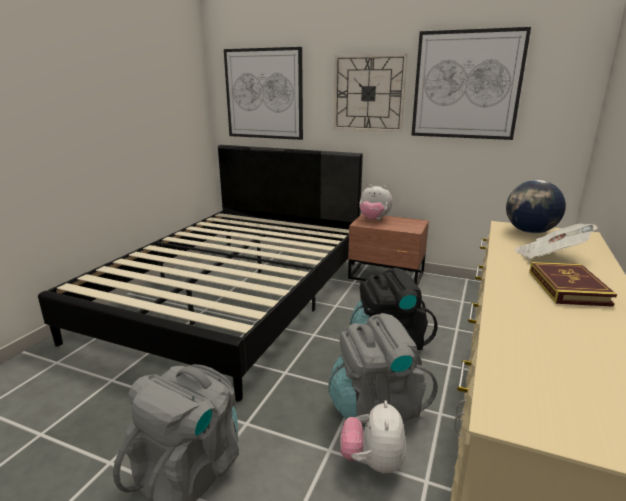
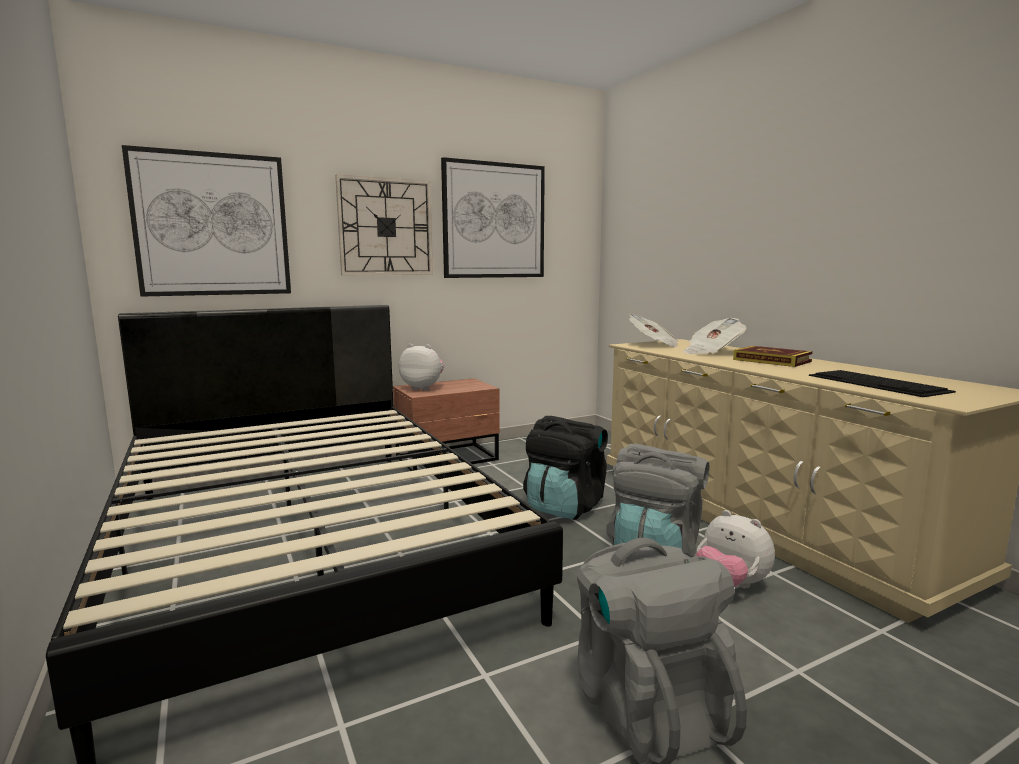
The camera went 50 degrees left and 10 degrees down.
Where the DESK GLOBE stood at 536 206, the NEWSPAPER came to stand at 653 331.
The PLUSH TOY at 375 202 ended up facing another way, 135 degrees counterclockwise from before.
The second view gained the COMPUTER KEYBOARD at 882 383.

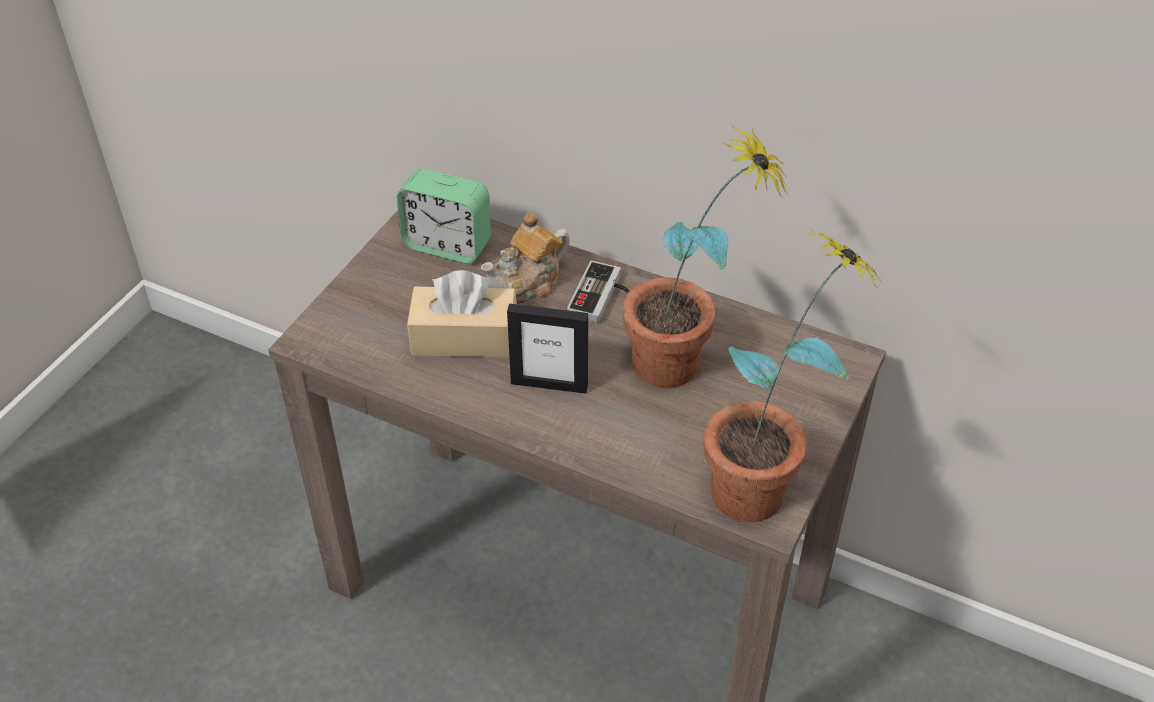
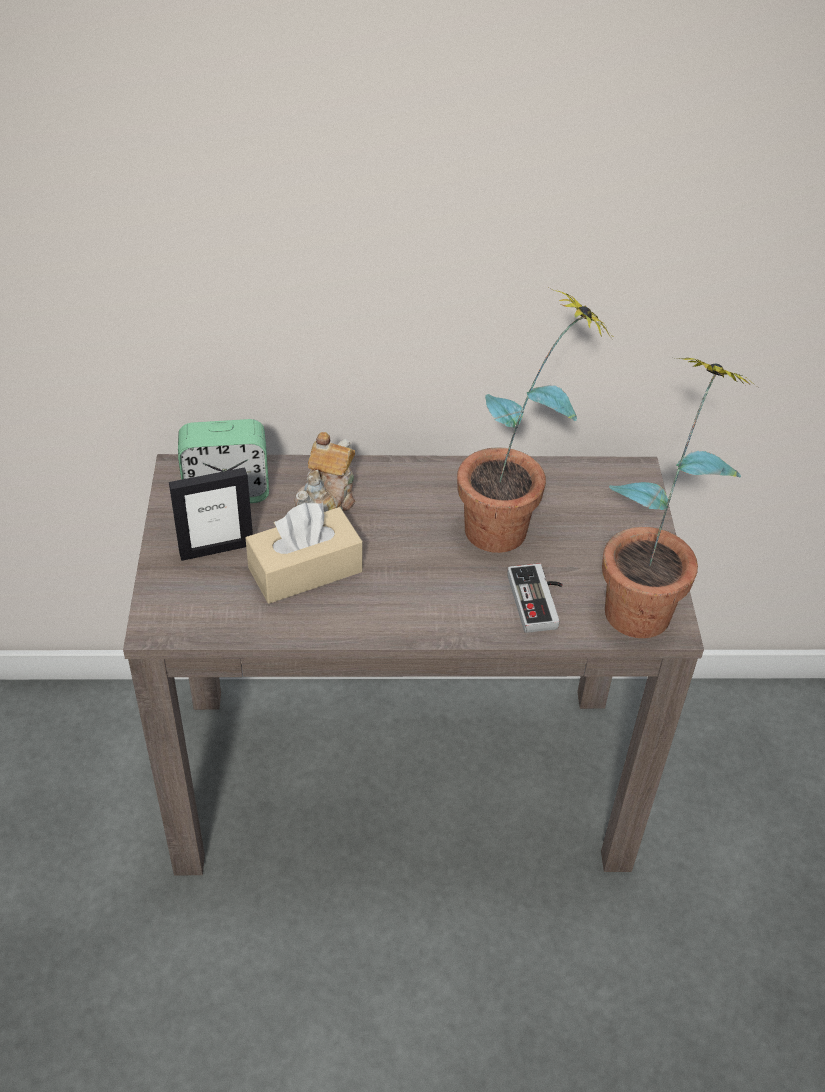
The camera went 30 degrees left and 0 degrees up.
The GAMEPAD ended up elsewhere, having gone from 598 292 to 535 598.
The PICTURE FRAME ended up elsewhere, having gone from 547 349 to 211 514.

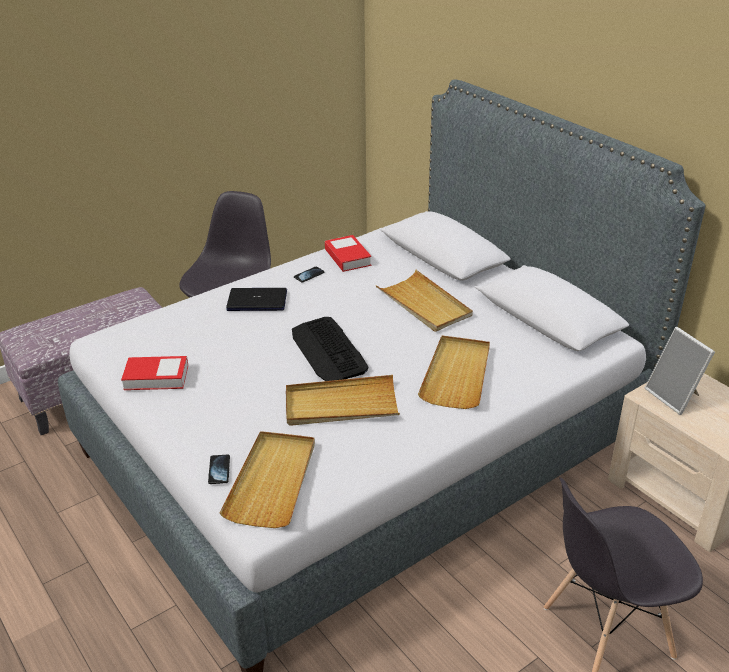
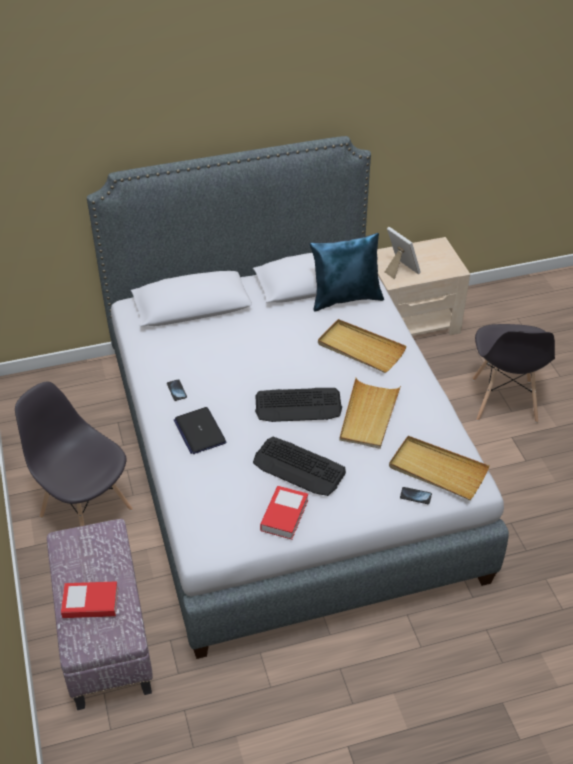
The camera went 70 degrees left and 10 degrees up.
The BOOK ended up elsewhere, having gone from 348 253 to 89 599.
The second view lost the BEIGE SERVING TRAY at 424 301.
The LAPTOP at 256 299 ended up facing another way, 45 degrees counterclockwise from before.
The PICTURE FRAME at 680 371 ended up facing another way, 120 degrees counterclockwise from before.
The second view gained the BLUE-COLOURED PILLOW at 347 272.
The second view gained the COMPUTER KEYBOARD at 299 466.

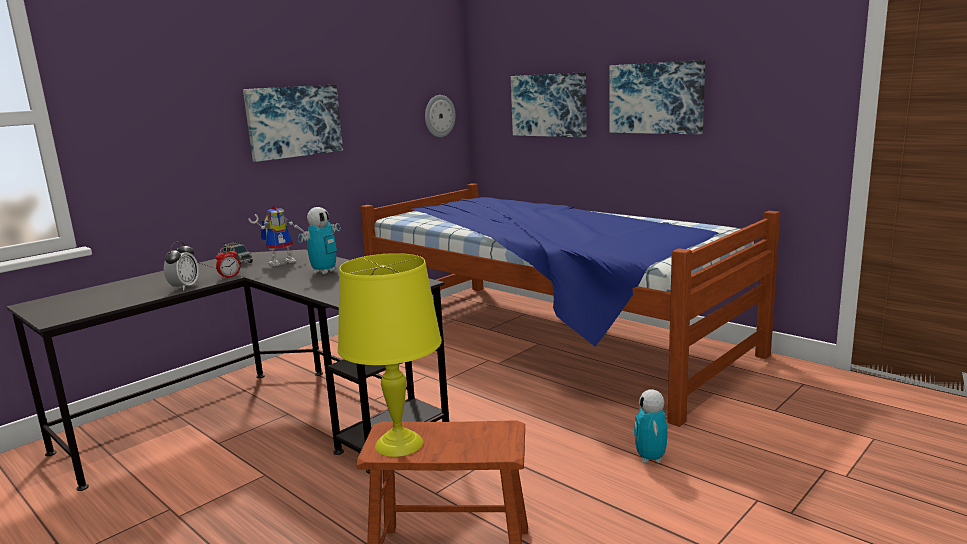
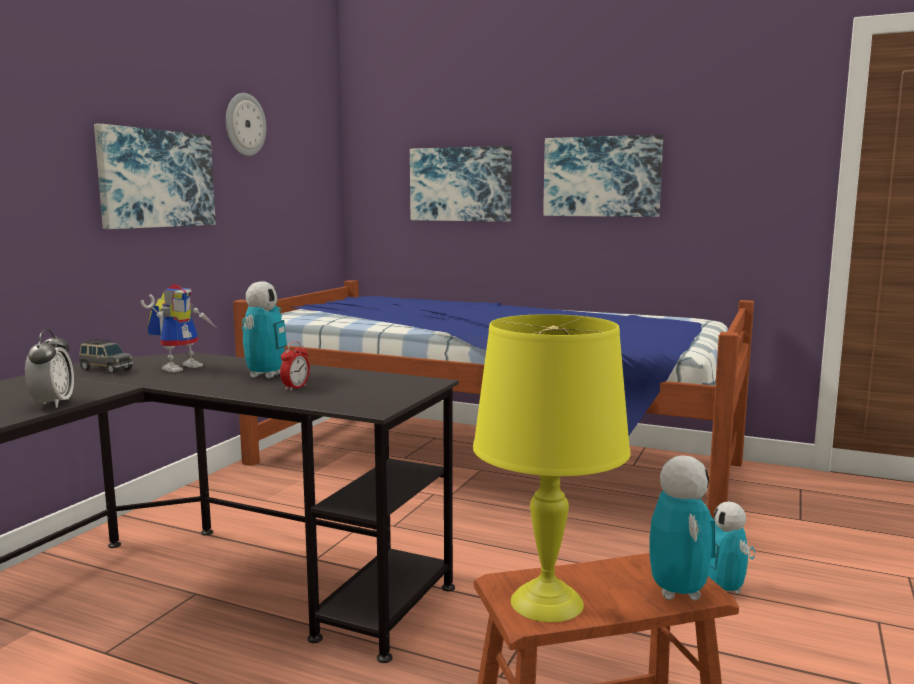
The camera went 20 degrees left and 5 degrees down.
The CLOCK ON THE WALL ended up elsewhere, having gone from 440 116 to 246 124.
The ALARM CLOCK ended up elsewhere, having gone from 228 263 to 295 366.
The second view gained the ROBOT FIGURE at 682 527.

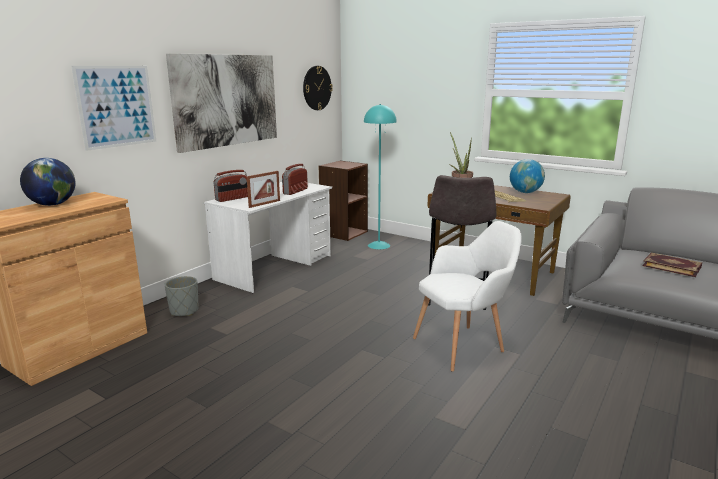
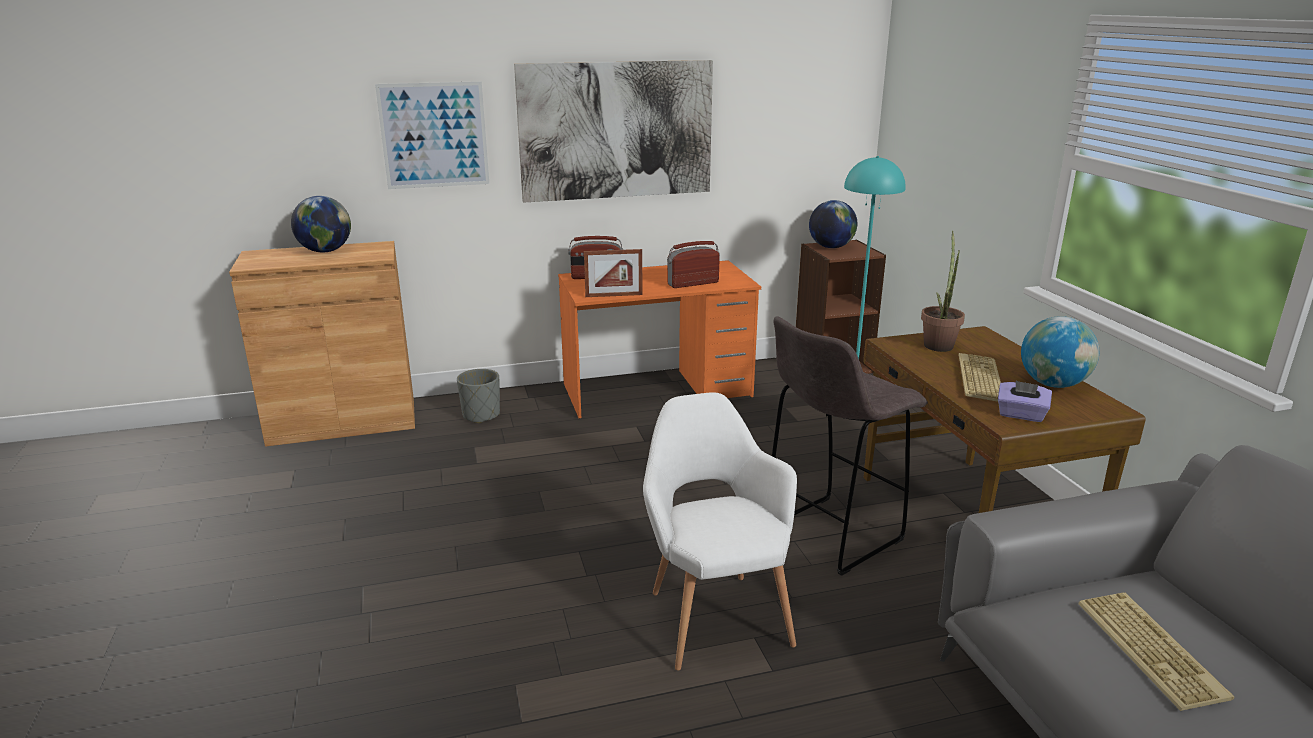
The camera went 40 degrees right and 5 degrees up.
The second view lost the CLOCK ON THE WALL at 318 88.
What was the WHITISH DESK UNIT at 268 237 turned into the ORANGEY DESK UNIT at 659 339.
The WHITISH EASY CHAIR at 467 296 ended up facing another way, 120 degrees counterclockwise from before.
Where the BOOK stood at 672 265, the COMPUTER KEYBOARD came to stand at 1156 652.
The second view gained the DESK GLOBE at 833 224.
The second view gained the PURPLE-COLOURED TISSUE BOX at 1025 401.

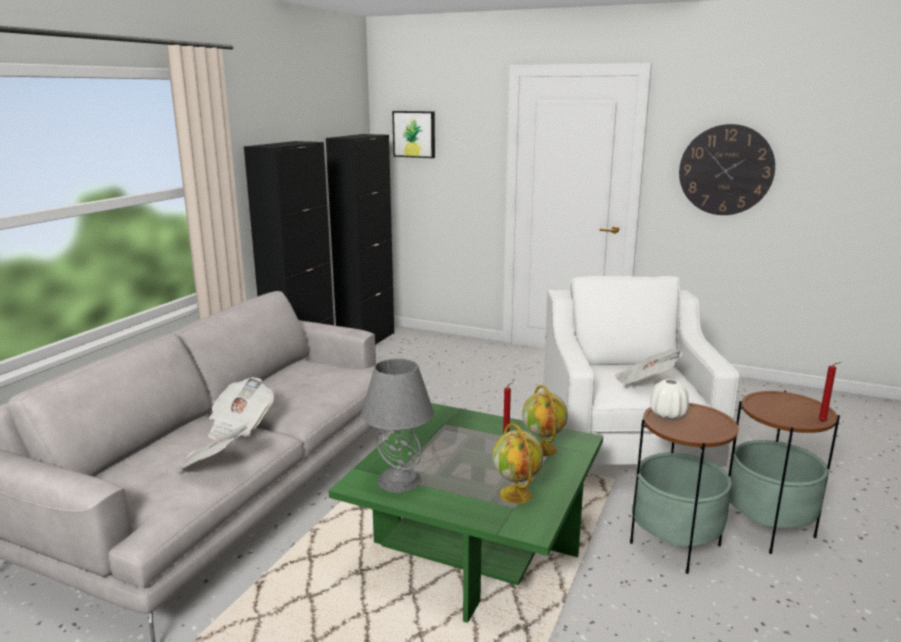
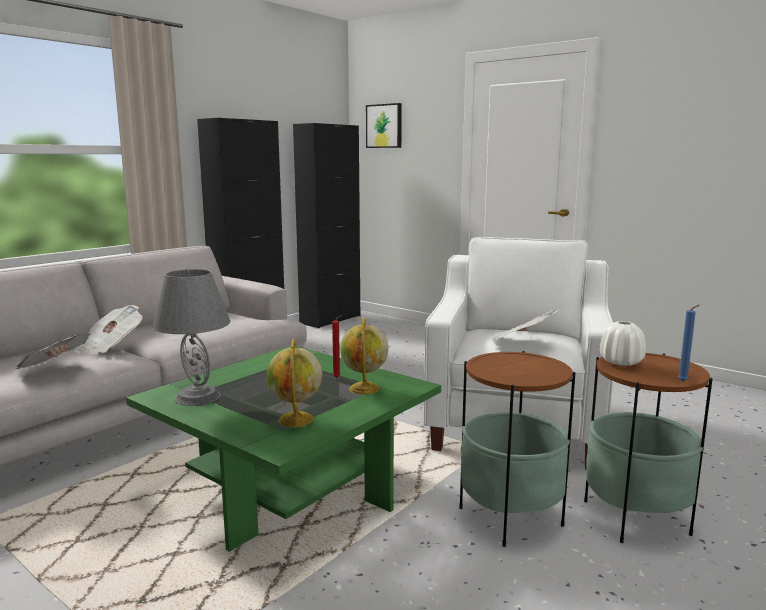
The camera went 15 degrees right and 5 degrees down.
The second view lost the CLOCK ON THE WALL at 727 169.
What was the RED CANDLE at 829 392 turned into the BLUE-COLOURED CANDLE at 689 343.
The WHITISH DECORATIVE VASE ended up elsewhere, having gone from 669 399 to 623 343.

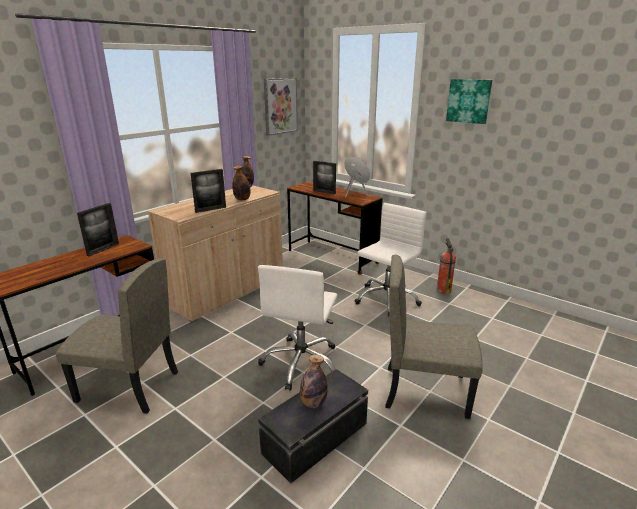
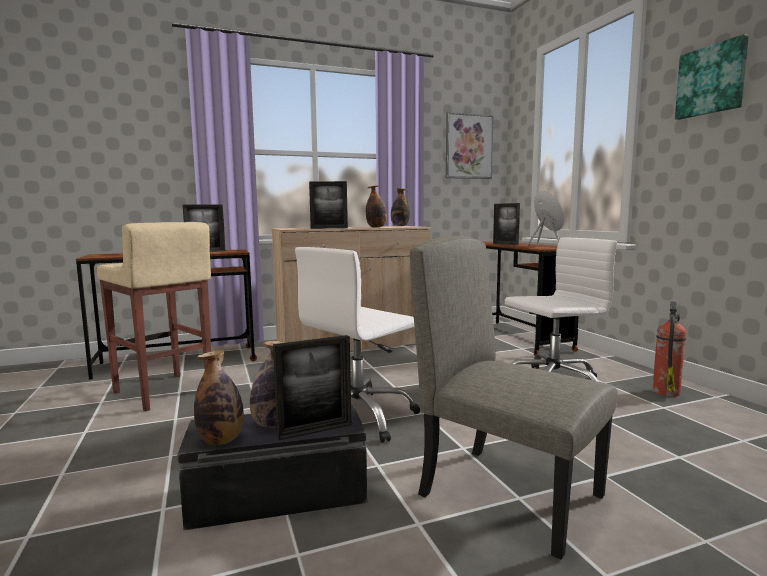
The camera went 30 degrees right and 15 degrees down.
Where the BEIGE UPRIGHT CHAIR stood at 117 336, the BEIGE STOOL came to stand at 154 316.
The second view gained the PICTURE FRAME at 312 387.
The second view gained the BEVERAGE BOTTLE at 219 397.

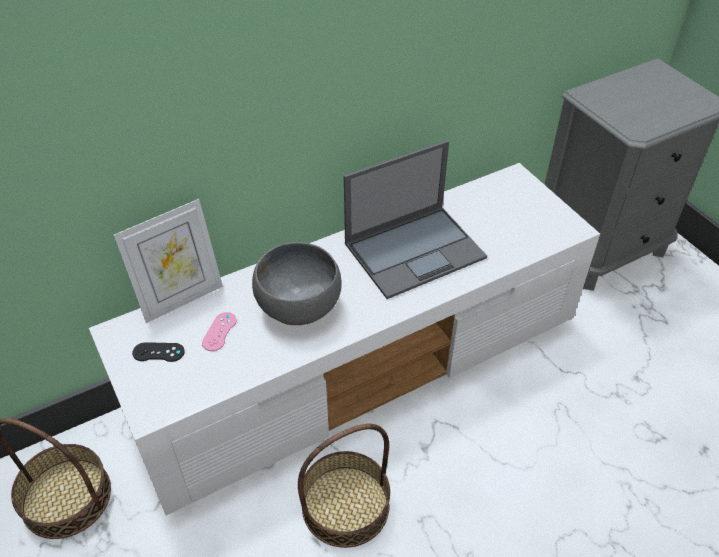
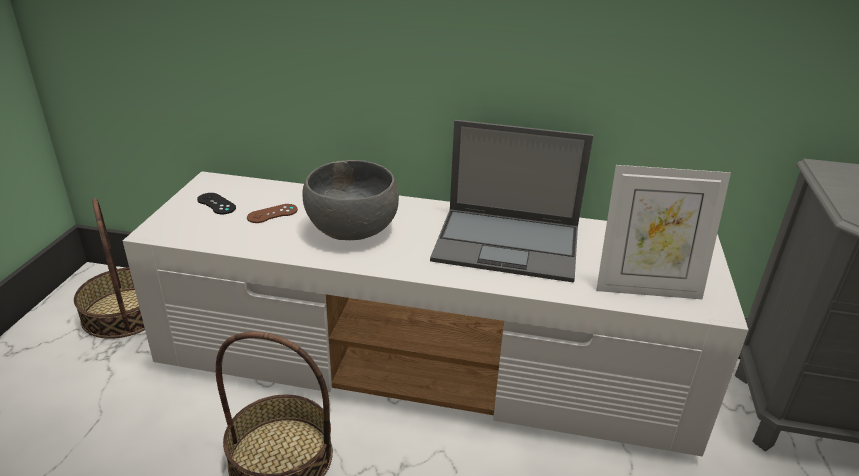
The camera went 40 degrees right and 15 degrees down.
The PICTURE FRAME ended up elsewhere, having gone from 168 261 to 663 232.
What was the PINKISH GAMEPAD at 219 331 turned into the BROWN-COLOURED GAMEPAD at 272 213.

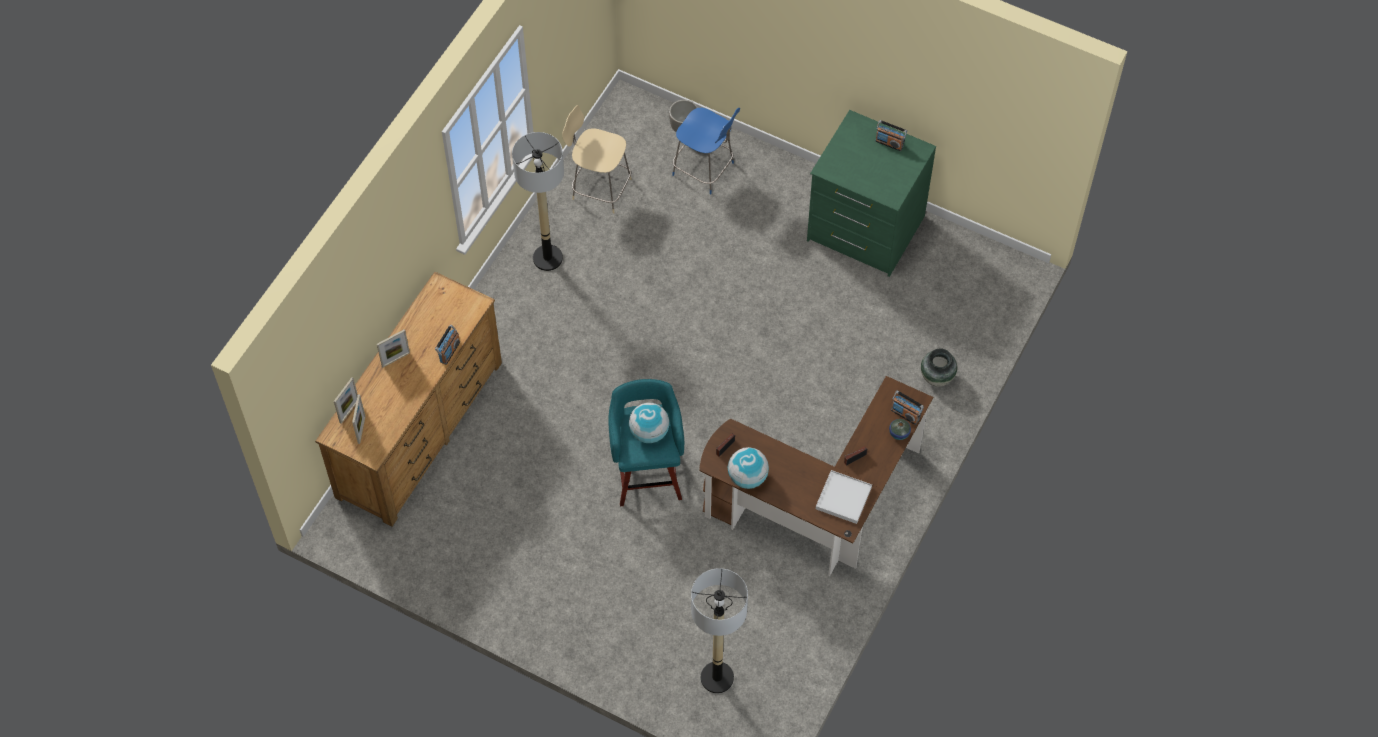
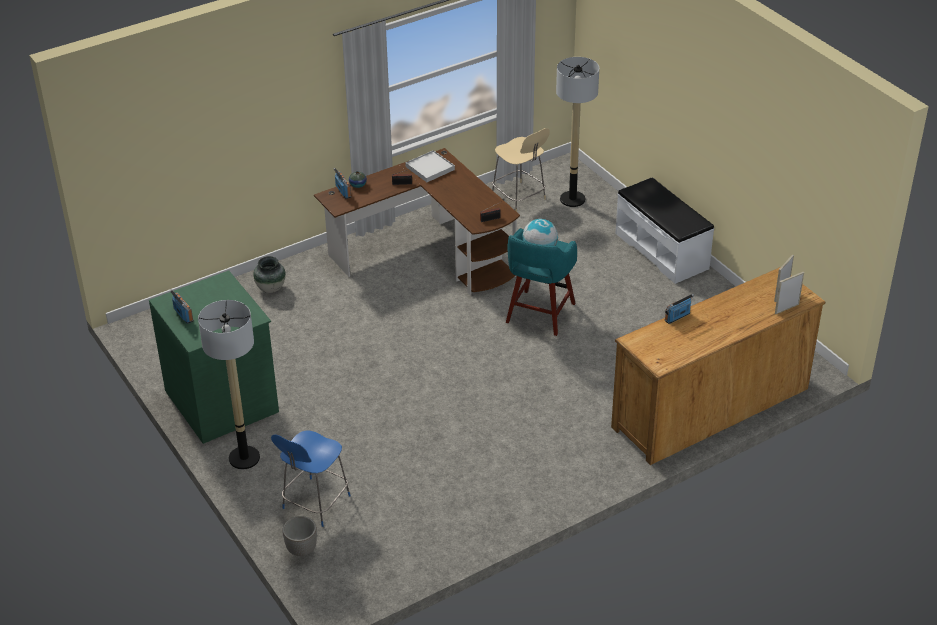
The camera went 150 degrees left and 20 degrees down.
The BEIGE UPRIGHT CHAIR ended up elsewhere, having gone from 597 159 to 521 170.
The BLUE-COLOURED UPRIGHT CHAIR at 706 151 ended up facing another way, 120 degrees counterclockwise from before.
The FLOOR LAMP ended up elsewhere, having gone from 538 201 to 229 384.
The second view lost the PICTURE FRAME at 393 348.
The second view lost the DESK GLOBE at 748 468.
The second view gained the WHITISH BENCH at 664 230.

